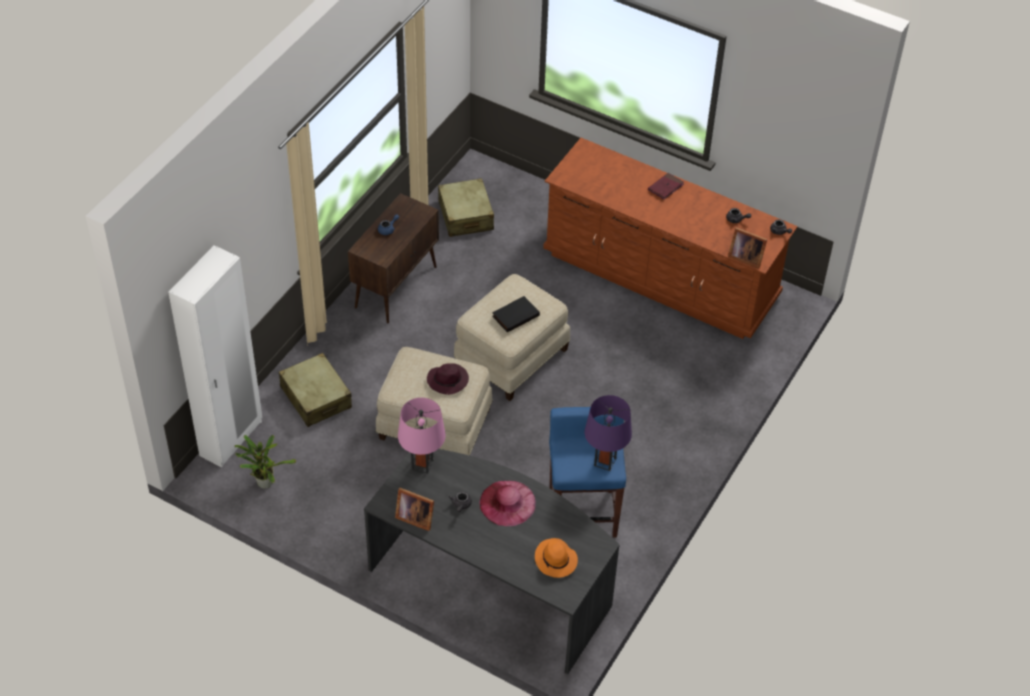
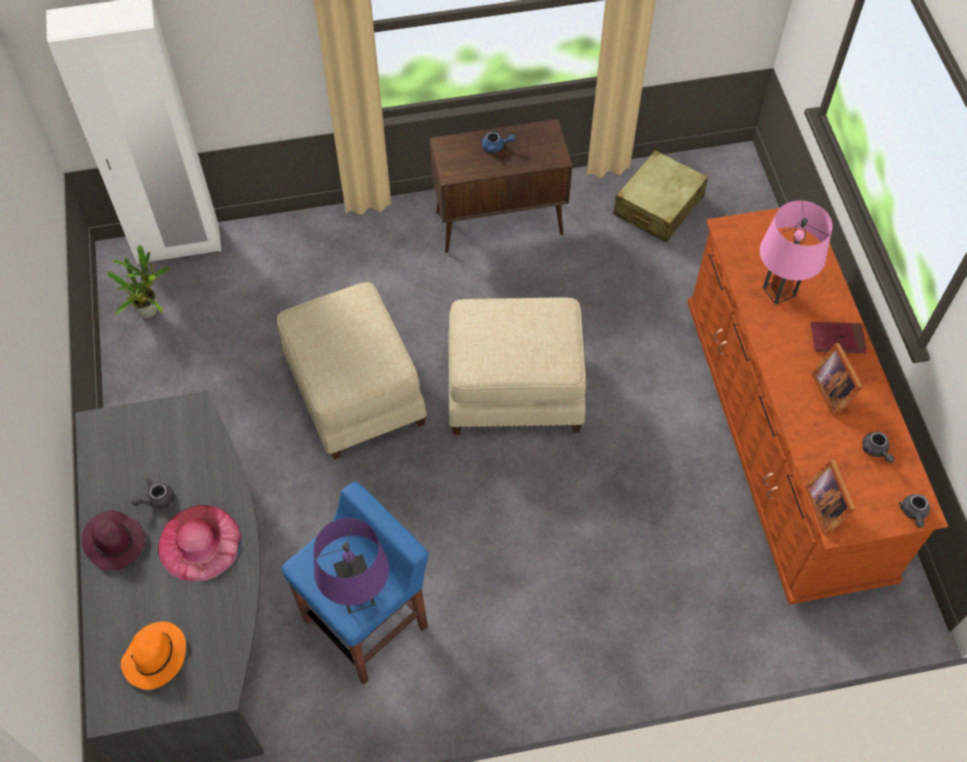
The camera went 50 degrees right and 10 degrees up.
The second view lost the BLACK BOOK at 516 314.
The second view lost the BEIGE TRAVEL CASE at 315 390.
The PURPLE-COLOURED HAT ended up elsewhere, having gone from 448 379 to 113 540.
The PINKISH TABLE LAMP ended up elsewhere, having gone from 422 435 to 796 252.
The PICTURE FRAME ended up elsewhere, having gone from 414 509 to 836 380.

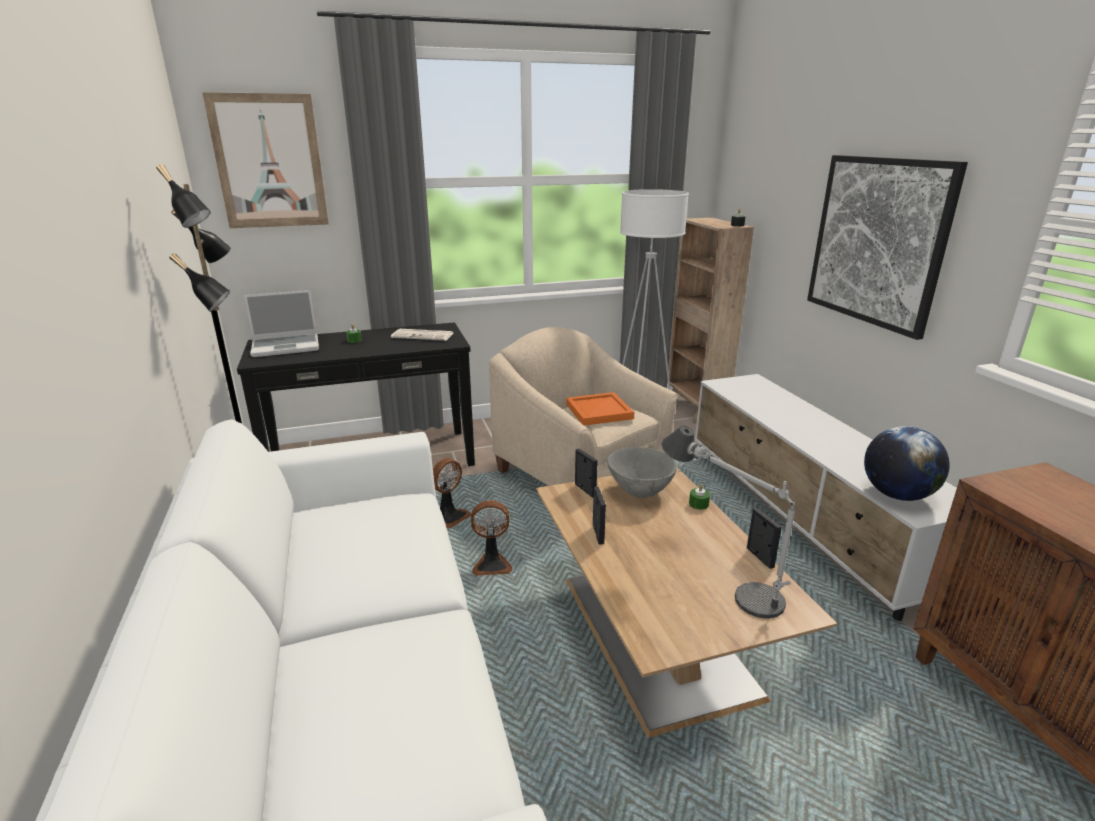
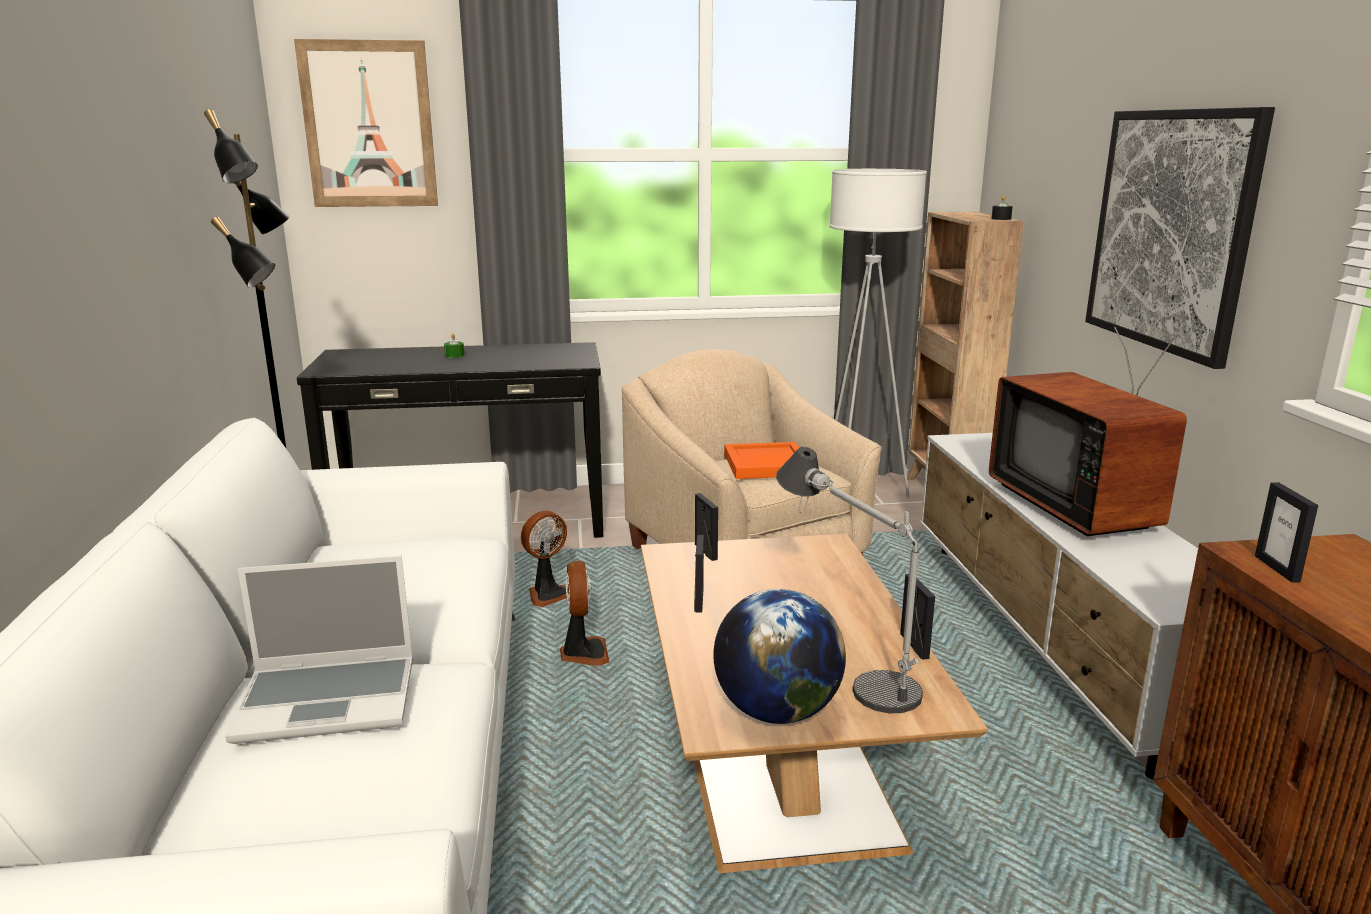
The camera went 10 degrees right and 5 degrees down.
The LAPTOP ended up elsewhere, having gone from 281 323 to 319 650.
The second view lost the NEWSPAPER at 422 335.
The DESK GLOBE ended up elsewhere, having gone from 907 463 to 779 656.
The second view lost the GREY SERVING BOWL at 642 472.
The second view lost the GREENISH CANDLE at 699 497.
The FAN at 492 538 ended up facing another way, 105 degrees counterclockwise from before.
The second view gained the TV at 1088 431.
The second view gained the PICTURE FRAME at 1286 532.

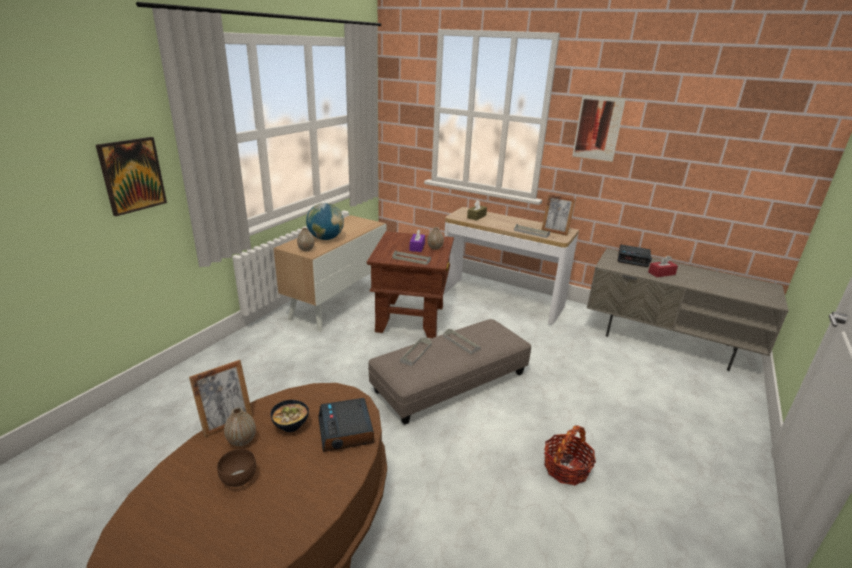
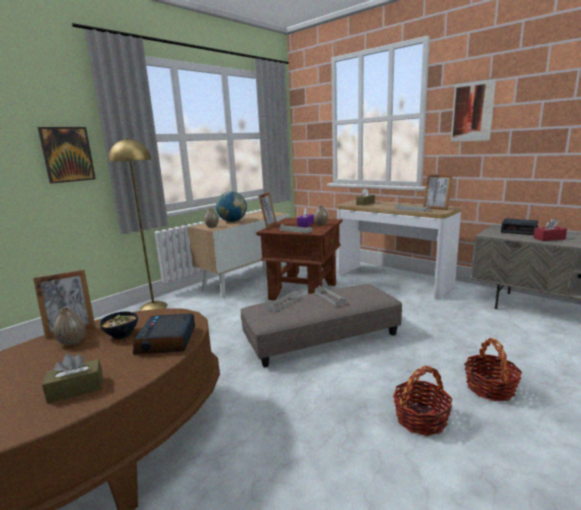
The camera went 15 degrees right and 10 degrees down.
The second view lost the BROWN-COLOURED SERVING BOWL at 236 468.
The second view gained the YELLOW FLOOR LAMP at 138 224.
The second view gained the PICTURE FRAME at 267 210.
The second view gained the BASKET at 493 369.
The second view gained the BROWN-COLOURED TISSUE BOX at 72 378.

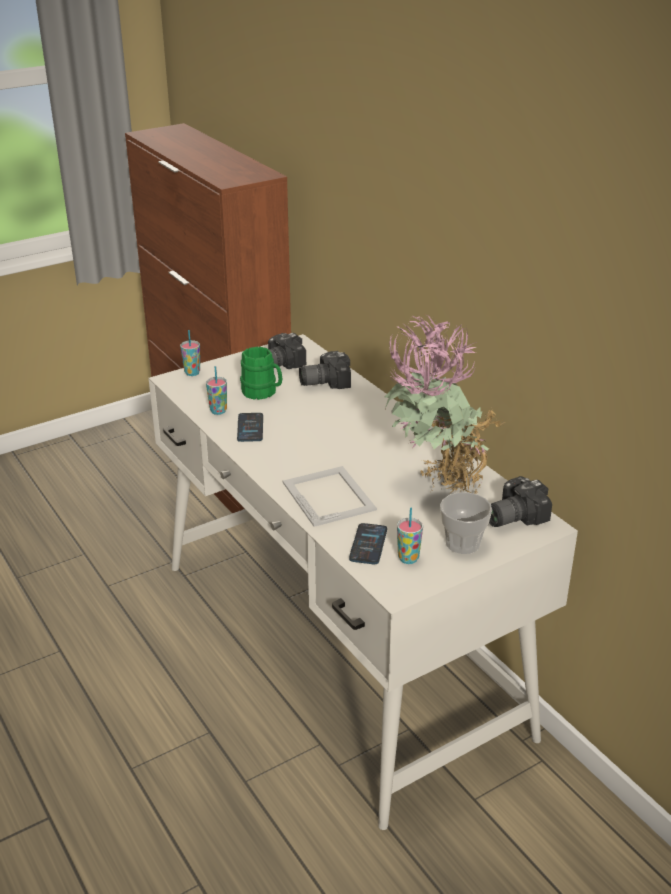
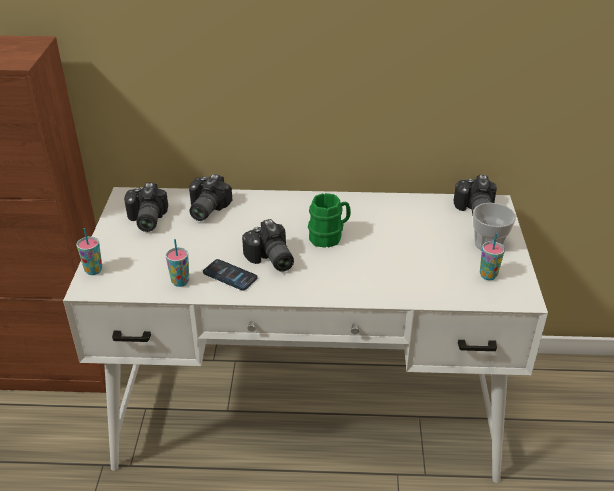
The camera went 55 degrees left and 5 degrees up.
The second view lost the HOUSEPLANT at 445 404.
The GREENISH TEA MUG ended up elsewhere, having gone from 261 373 to 329 220.
The second view lost the PICTURE FRAME at 330 496.
The second view lost the PHONE at 368 543.
The second view gained the STILL CAMERA at 268 245.

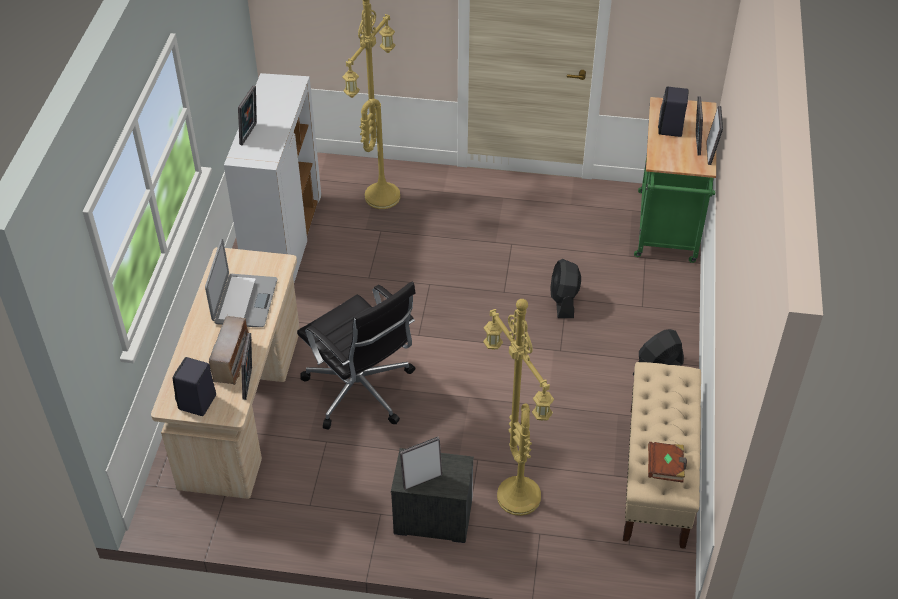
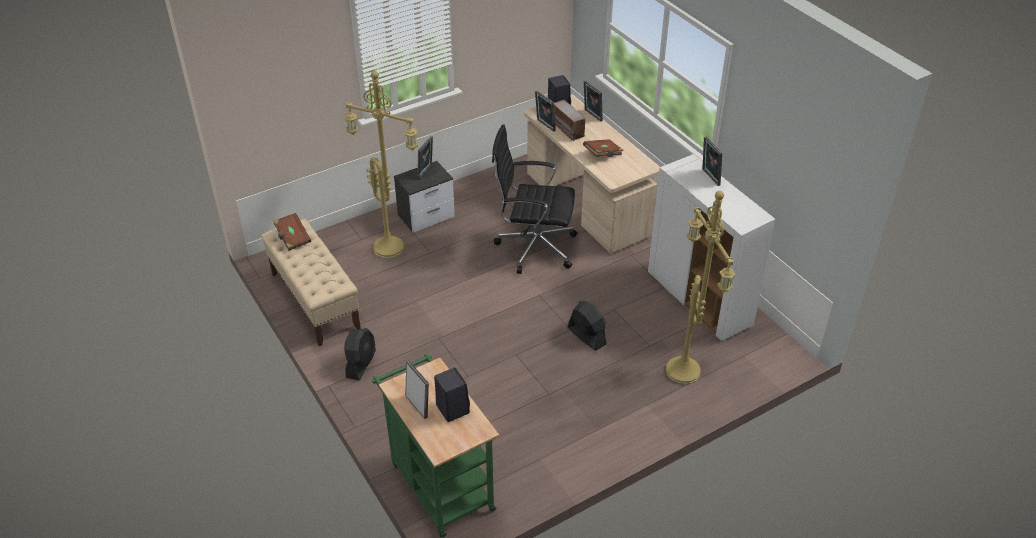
The camera went 140 degrees right and 5 degrees down.
The PICTURE FRAME ended up elsewhere, having gone from 714 135 to 593 101.
Where the LAPTOP stood at 241 283, the BROWN-COLOURED BOOK came to stand at 603 148.
The BLACK FAN ended up elsewhere, having gone from 565 288 to 587 326.

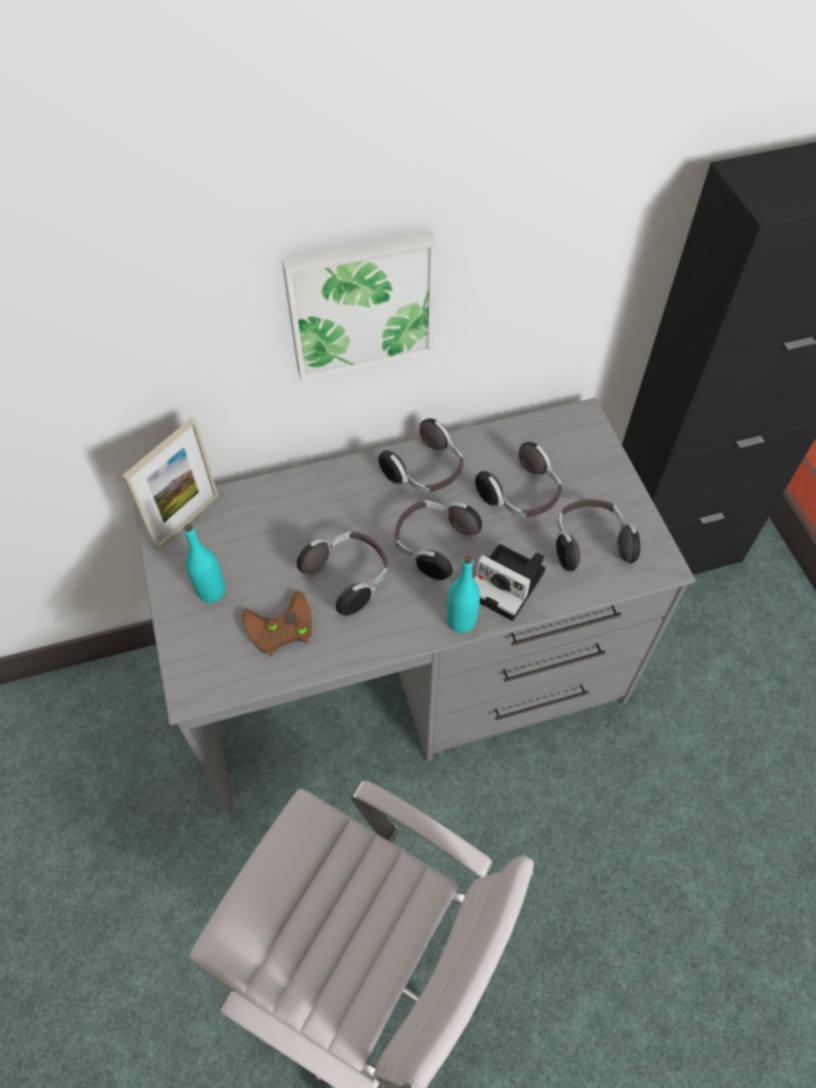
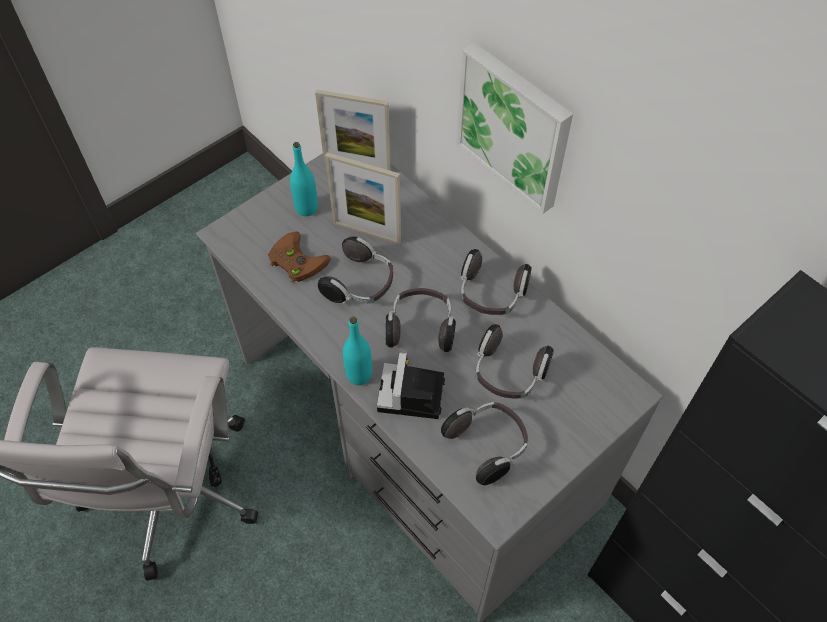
The camera went 65 degrees right and 0 degrees up.
The second view gained the PICTURE FRAME at 363 198.

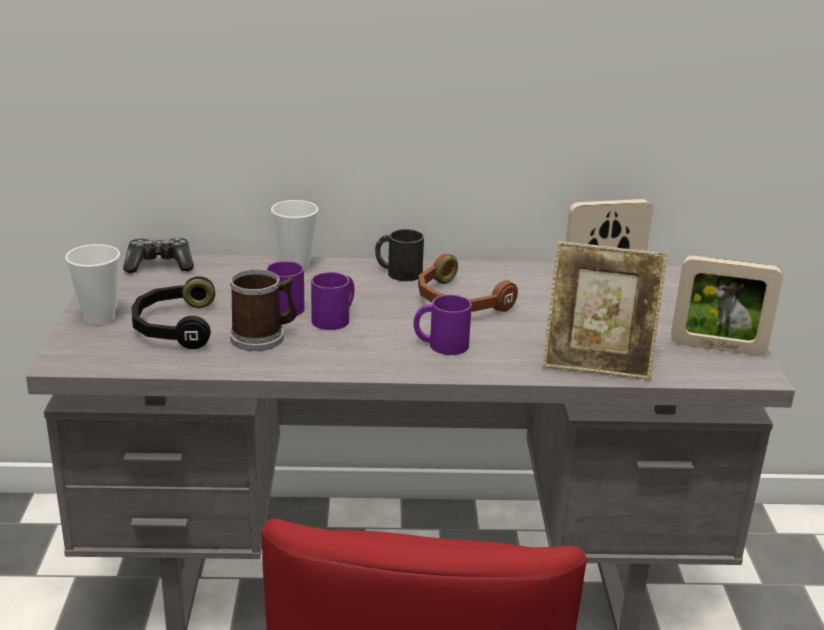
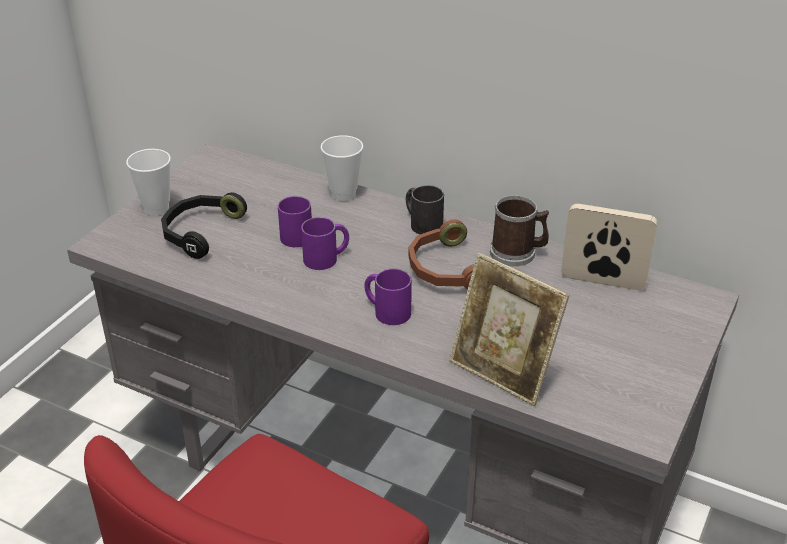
The camera went 30 degrees right and 10 degrees up.
The second view lost the GAMEPAD at 158 255.
The second view lost the PICTURE FRAME at 727 306.
The TEA MUG ended up elsewhere, having gone from 263 310 to 519 230.

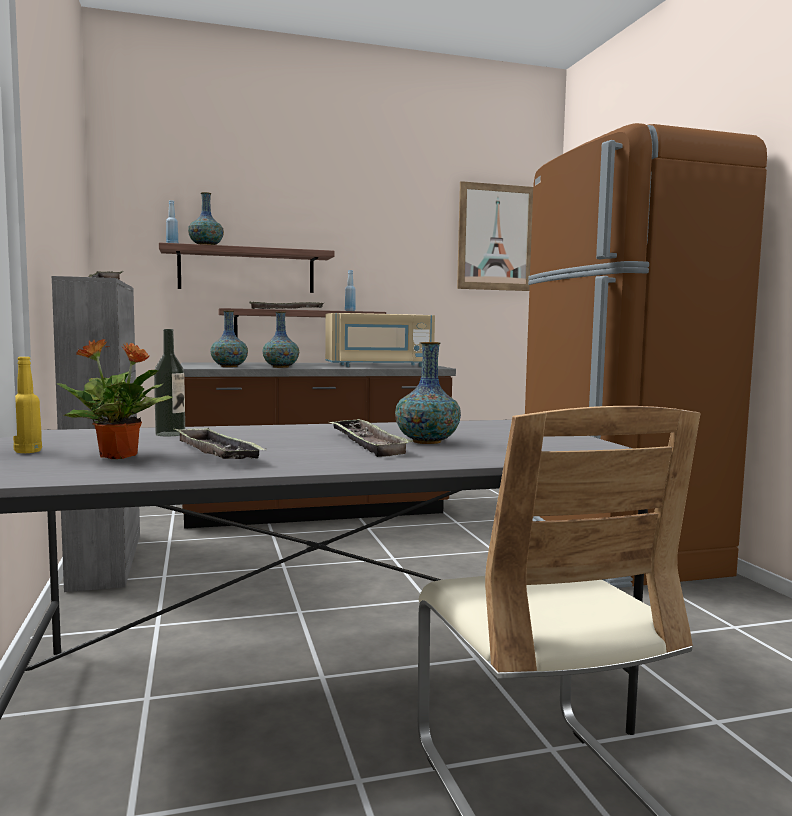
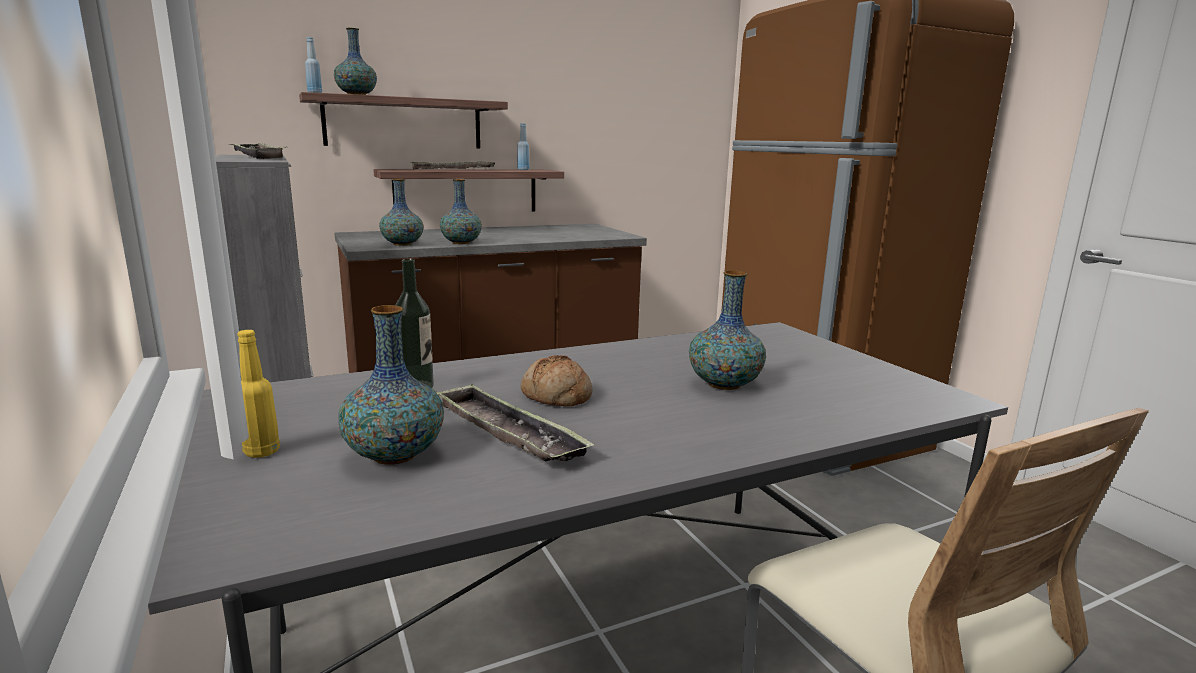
The camera went 10 degrees left and 10 degrees up.
The second view lost the WALL ART at 495 236.
The second view lost the BEIGE MICROWAVE OVEN at 380 340.
Where the HOUSEPLANT stood at 115 399, the DECORATIVE VASE came to stand at 391 385.
The second view lost the SERVING TRAY at 370 438.
The second view gained the BAKERY BREAD at 557 381.

